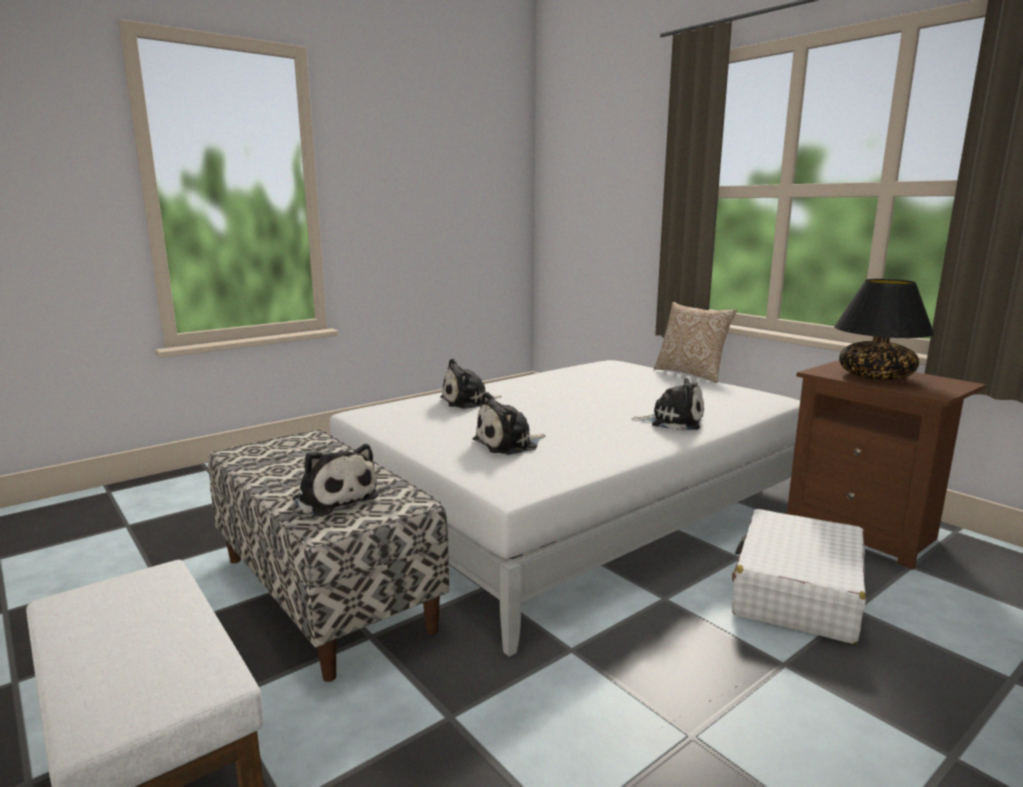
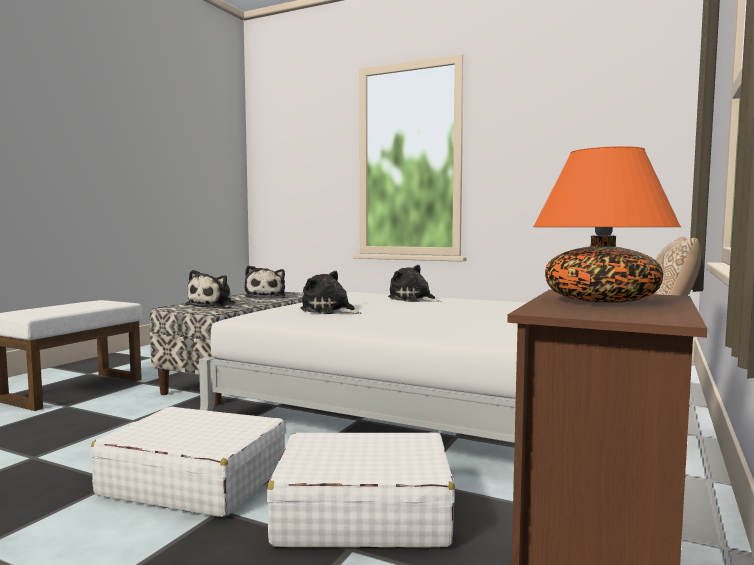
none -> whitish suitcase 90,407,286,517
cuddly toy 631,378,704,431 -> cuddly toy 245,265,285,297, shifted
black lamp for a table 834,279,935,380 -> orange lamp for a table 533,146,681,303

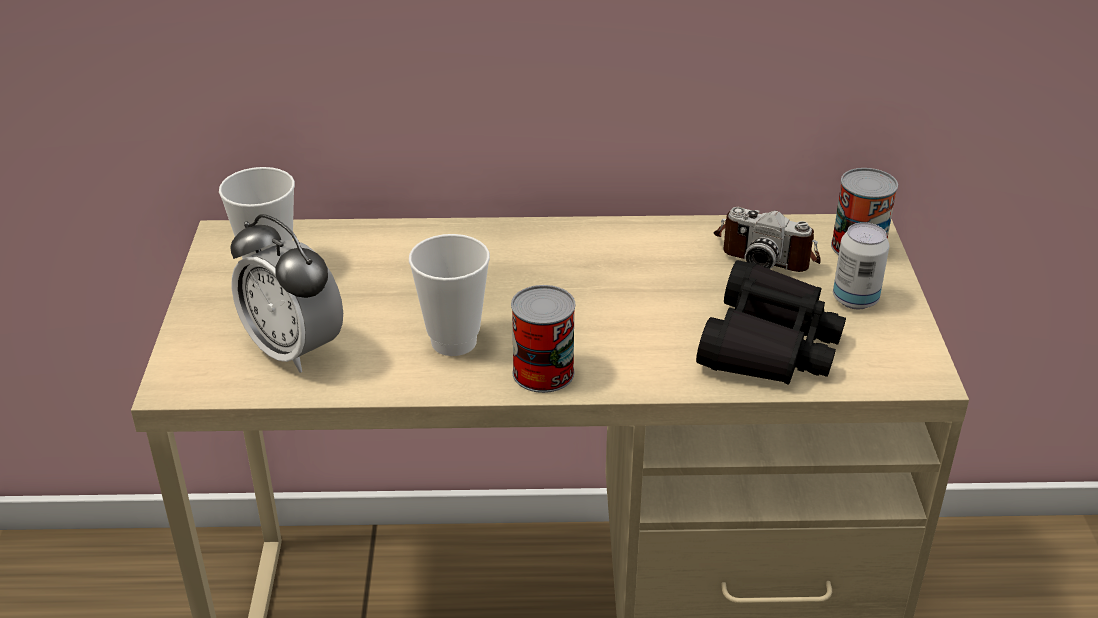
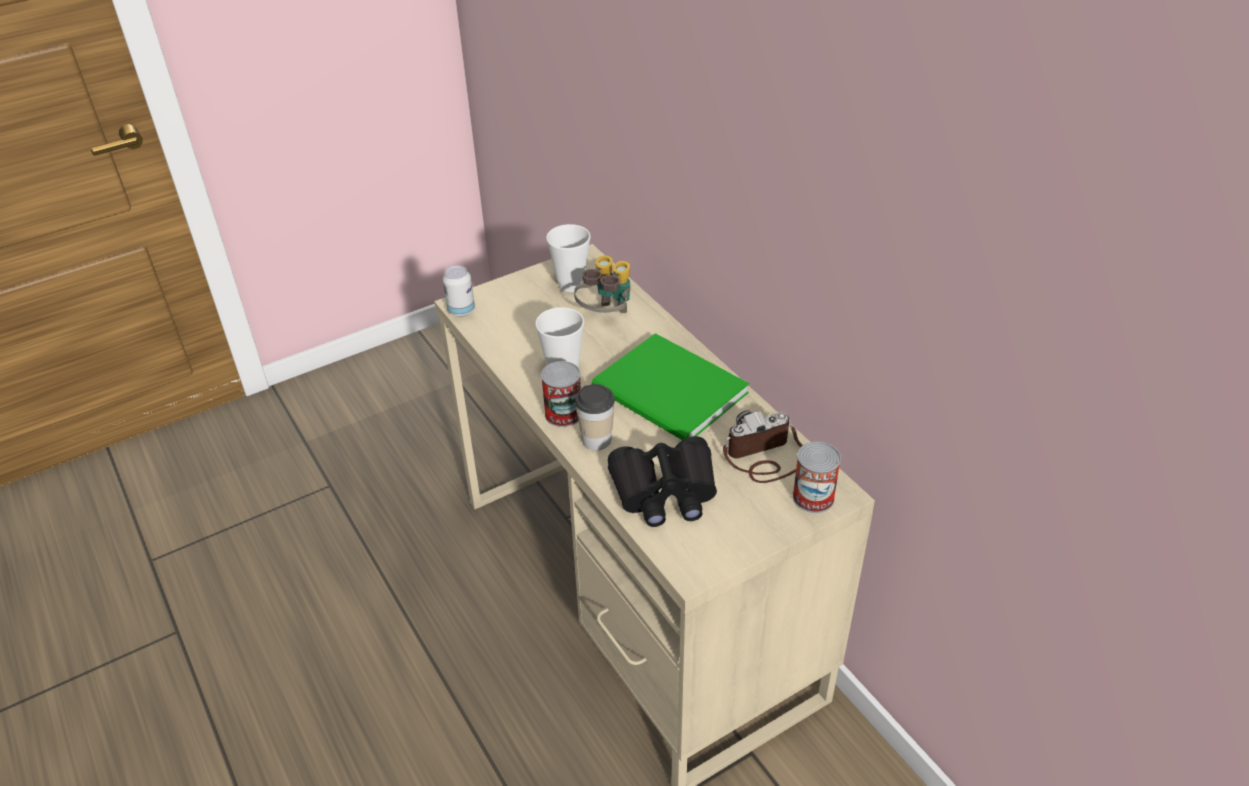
can 833,222,889,309 -> can 443,265,475,317, shifted
none -> pair of binoculars 574,255,631,313
none -> cup 575,384,615,450
none -> greenish bound book 592,333,749,440
photo camera 714,207,821,272 -> photo camera 723,410,803,483, 75 degrees clockwise
bedside clock 230,214,343,373 -> none

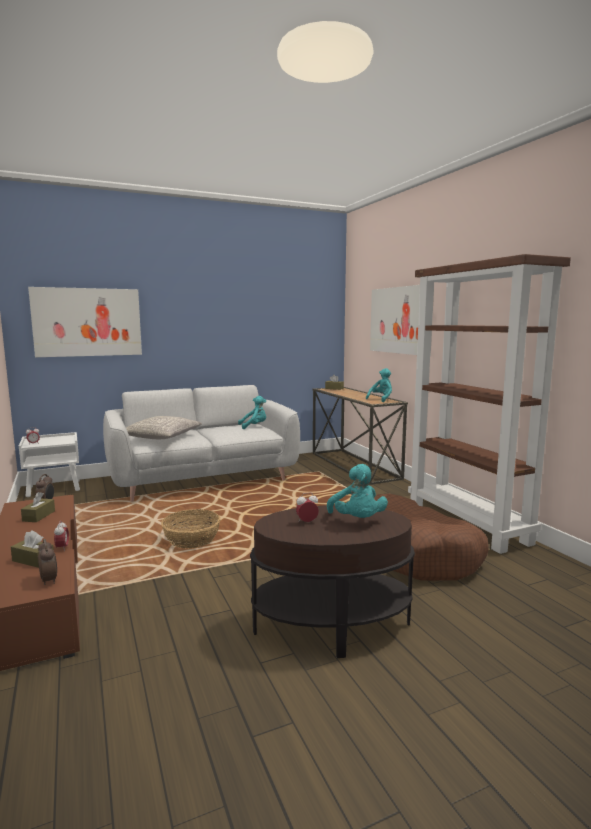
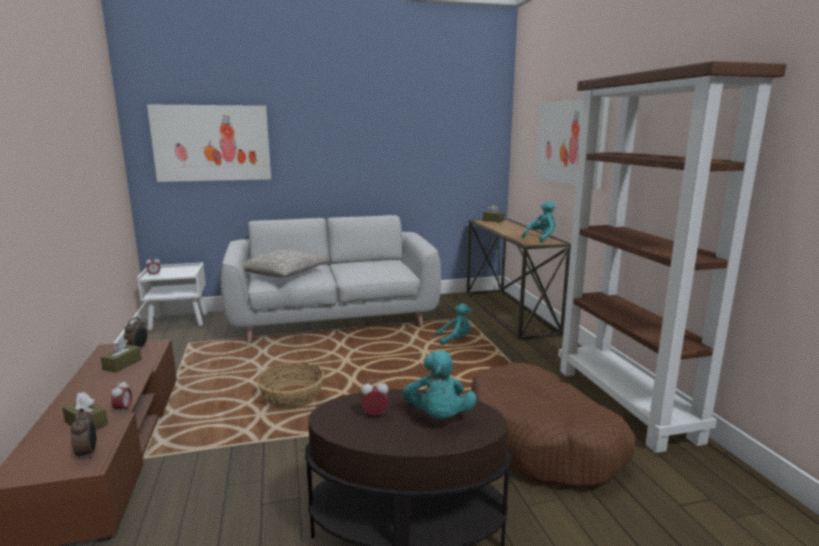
turquoise-coloured cuddly toy 238,396,266,429 -> turquoise-coloured cuddly toy 436,304,472,345, shifted

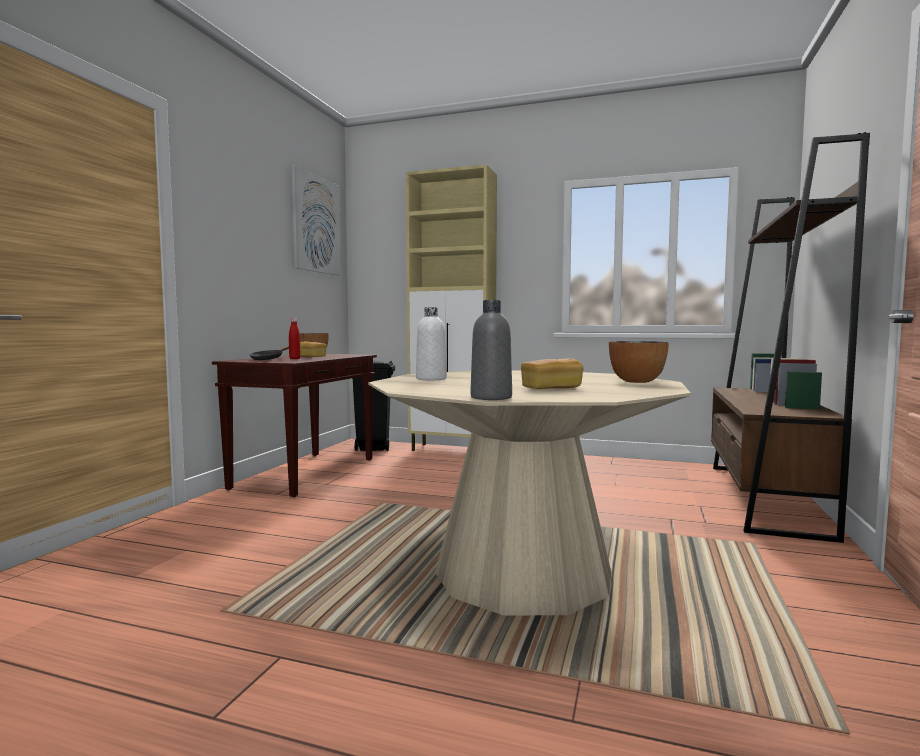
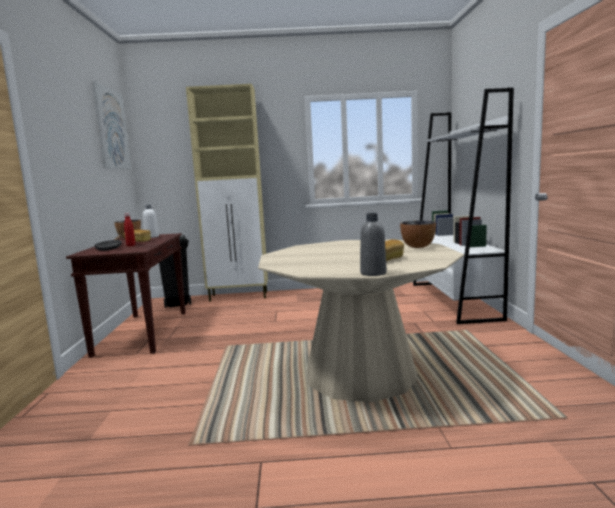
whitish drink bottle 416,307,447,380 -> whitish drink bottle 143,205,159,238, shifted
brownish shelving unit 711,132,870,543 -> whitish shelving unit 413,87,514,324

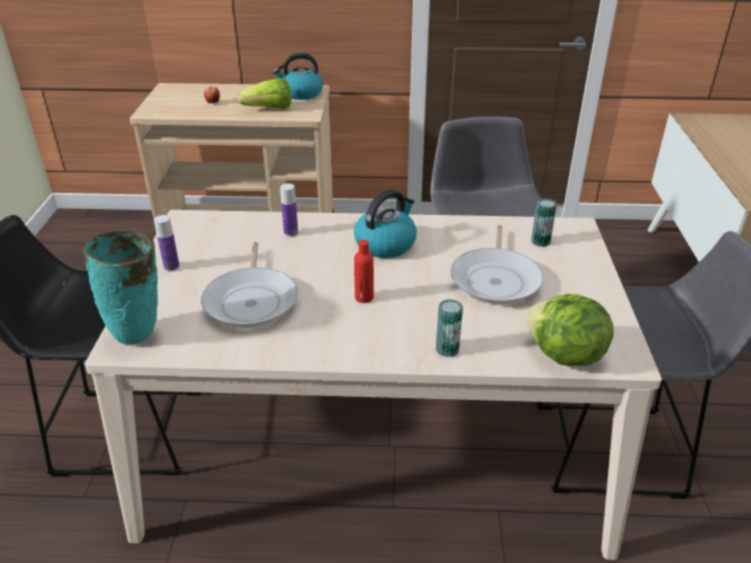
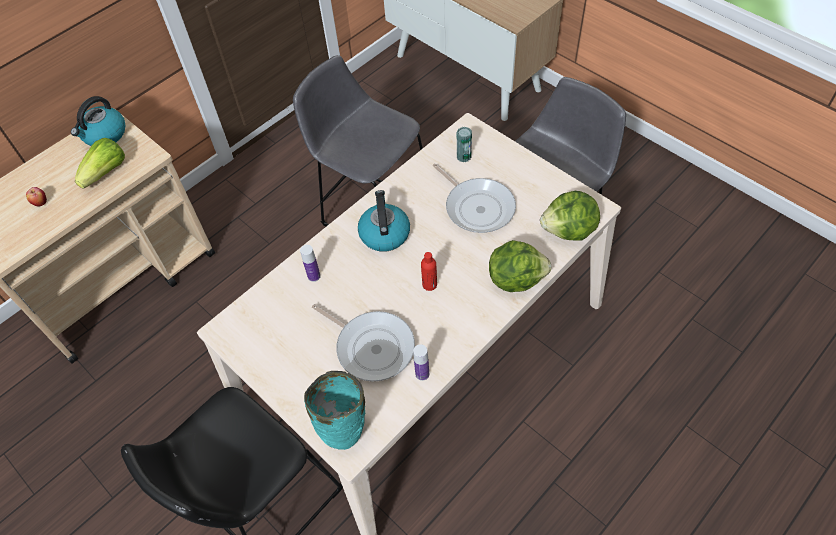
drink bottle 154,215,180,271 -> drink bottle 413,344,429,381, shifted
can 436,299,463,357 -> lettuce head 489,240,551,292

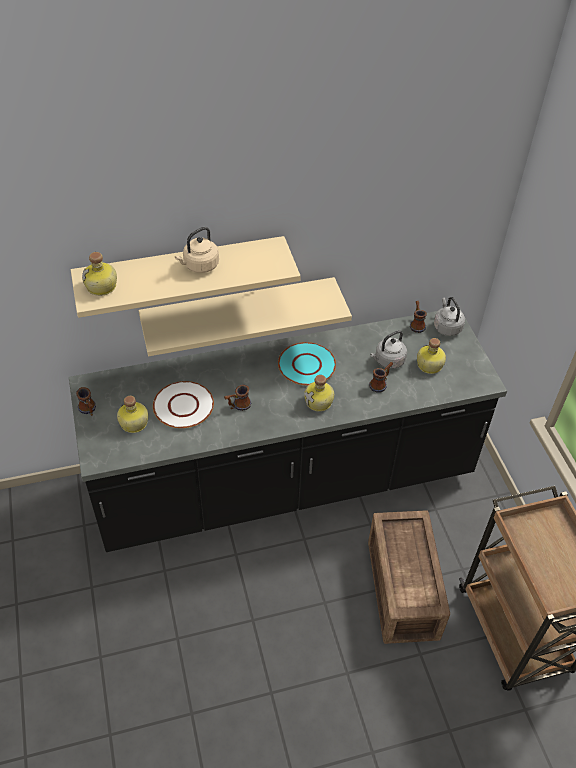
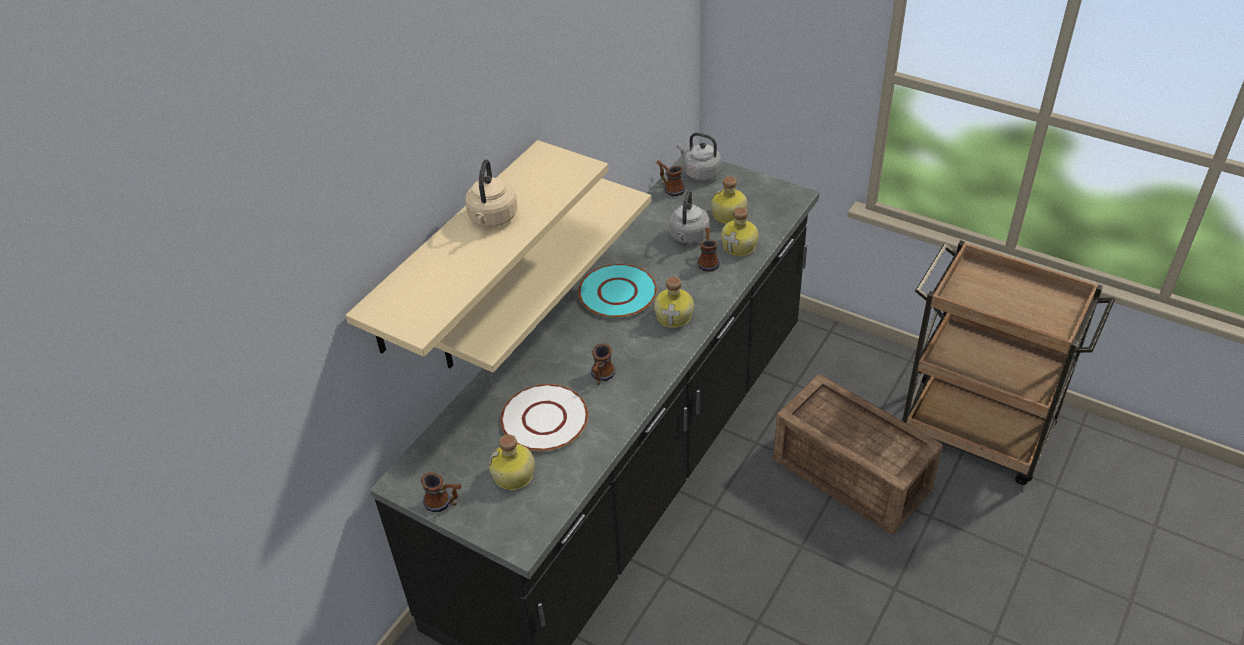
drink bottle 82,252,117,296 -> drink bottle 721,207,759,256, shifted

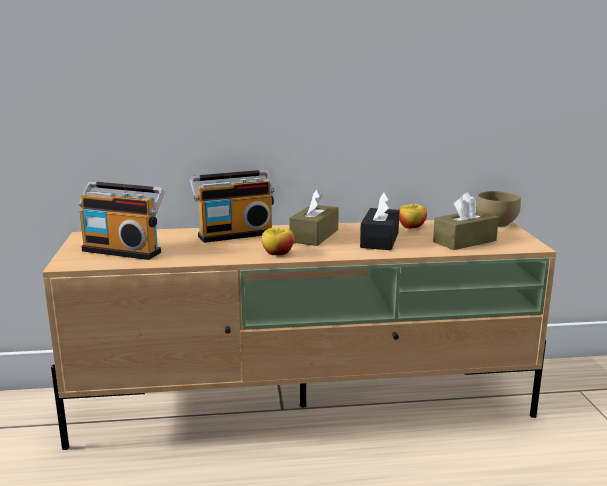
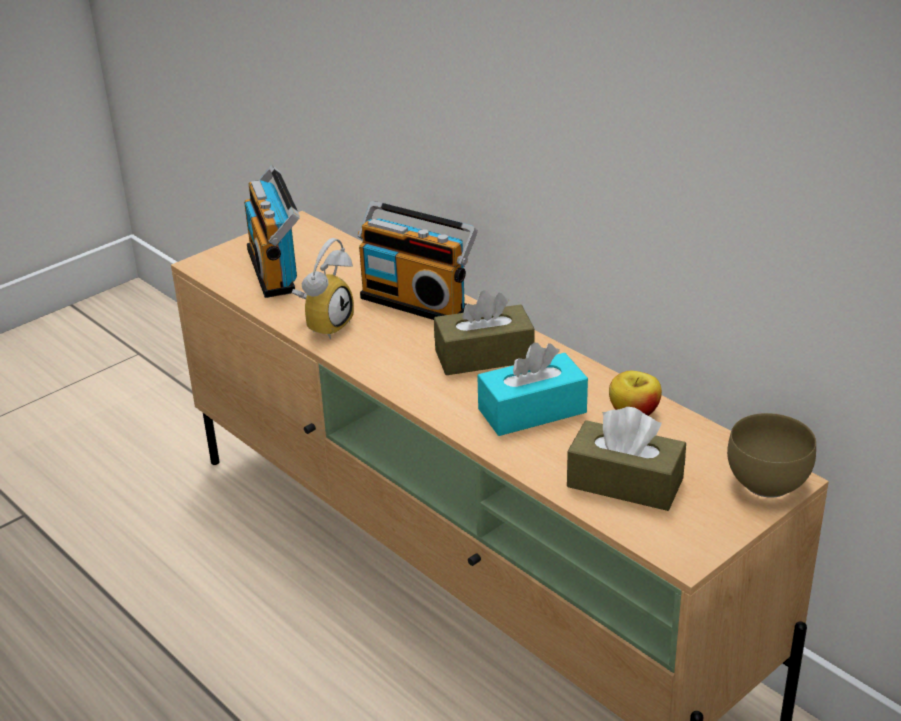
none -> bedside clock 292,238,354,339
black box of tissues 360,192,399,250 -> turquoise-coloured box of tissues 477,342,588,436
whole apple 261,228,294,255 -> none

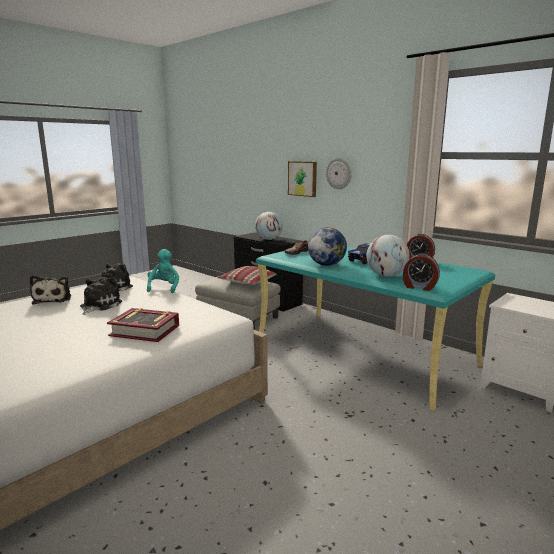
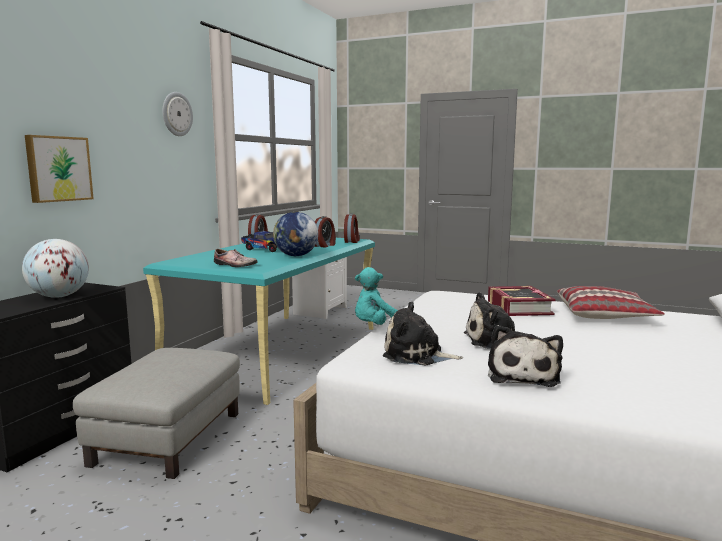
wall clock 326,158,352,189 -> wall clock 163,92,193,136, shifted
globe 366,235,410,277 -> bedside clock 315,216,336,247
cuddly toy 30,275,71,305 -> cuddly toy 488,325,563,387, 135 degrees clockwise
pillow 217,266,276,285 -> pillow 557,286,665,319, shifted

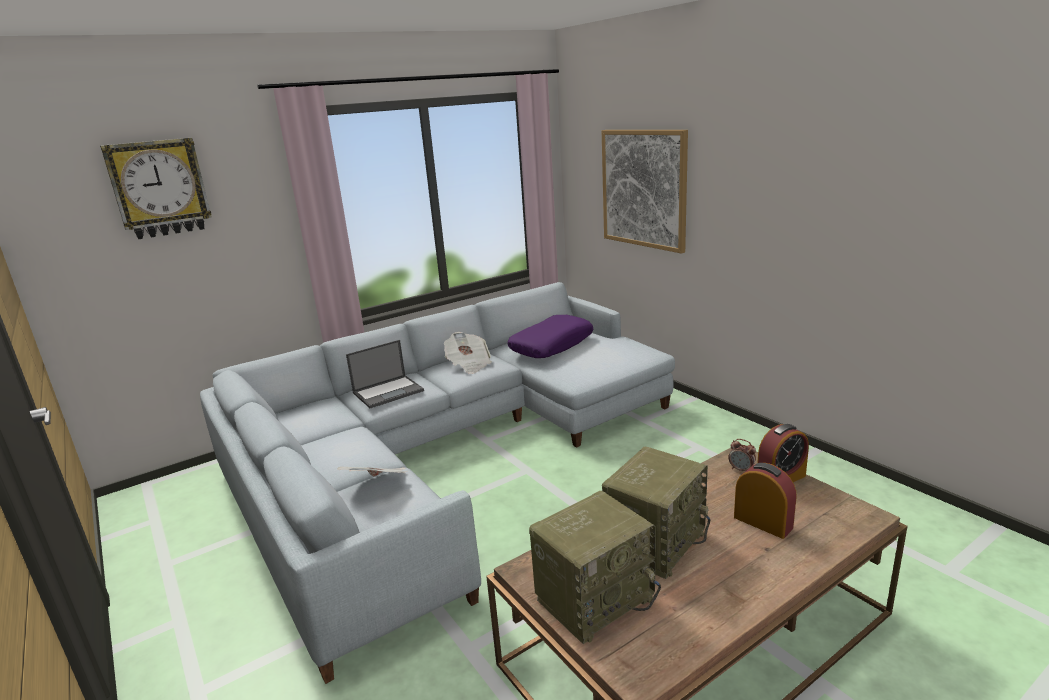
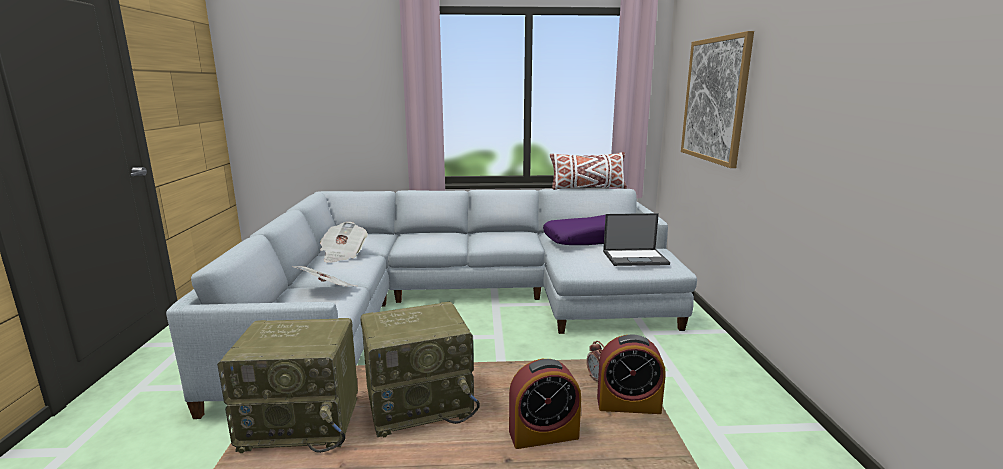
newspaper 444,332,492,374 -> newspaper 320,222,368,263, shifted
bedside clock 734,463,796,539 -> bedside clock 509,359,581,449, 90 degrees clockwise
none -> whitish pillow 550,152,627,190
portable computer 346,340,424,408 -> portable computer 603,213,670,266, shifted
wall clock 100,138,212,239 -> none

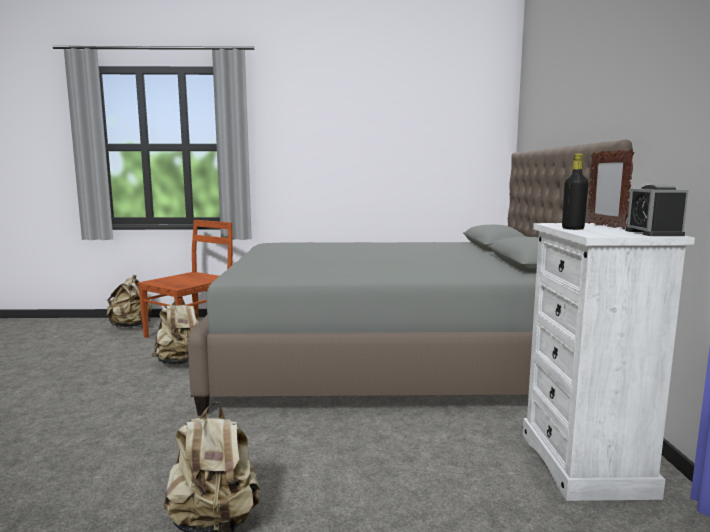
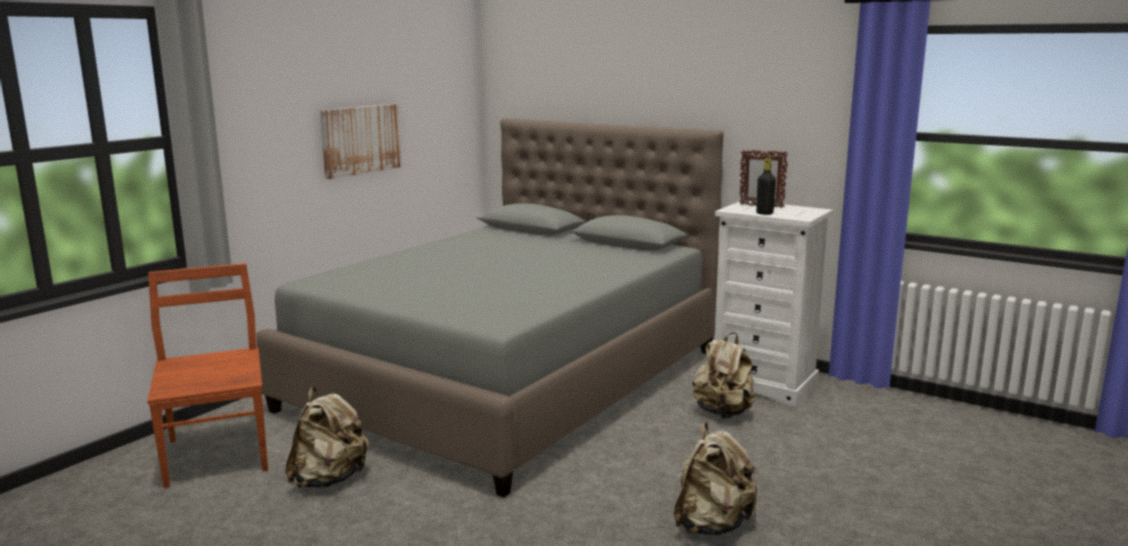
none -> picture 320,104,402,179
beige-coloured rucksack 106,275,152,328 -> beige-coloured rucksack 693,333,755,418, shifted
bedside clock 625,184,689,236 -> none

